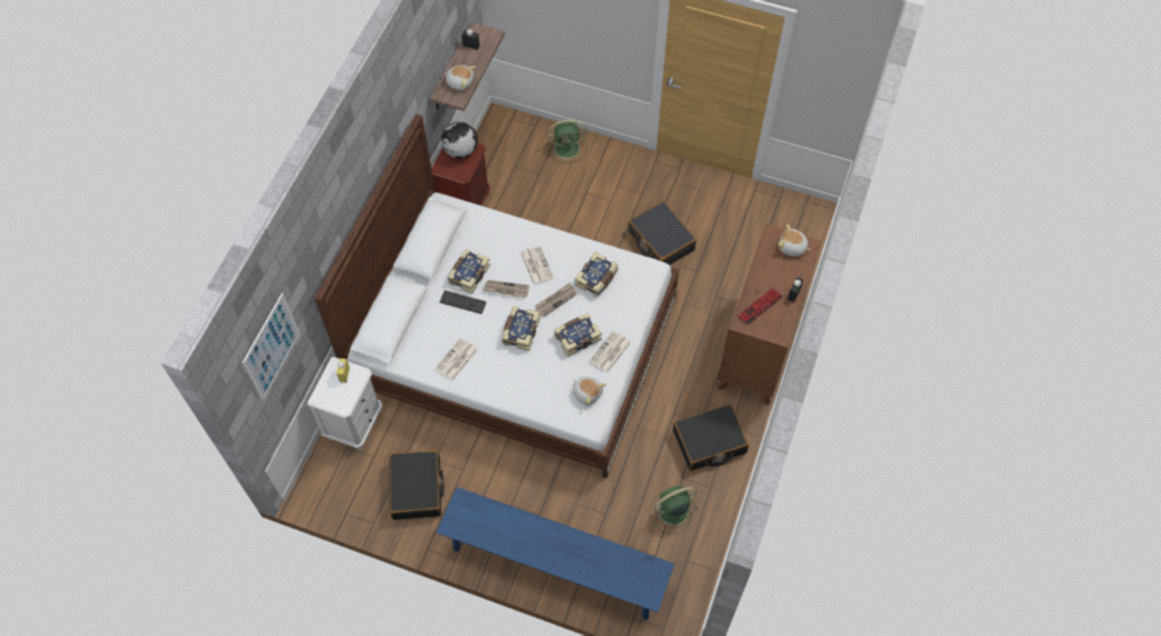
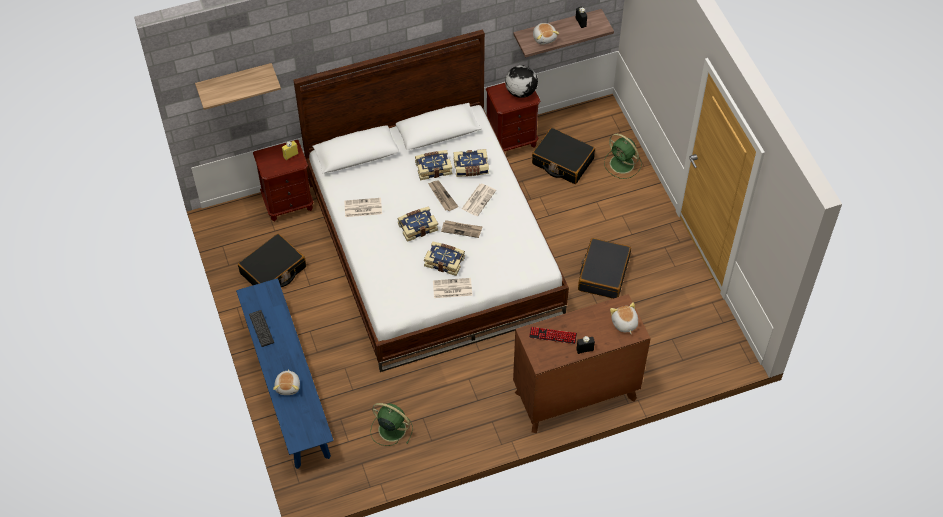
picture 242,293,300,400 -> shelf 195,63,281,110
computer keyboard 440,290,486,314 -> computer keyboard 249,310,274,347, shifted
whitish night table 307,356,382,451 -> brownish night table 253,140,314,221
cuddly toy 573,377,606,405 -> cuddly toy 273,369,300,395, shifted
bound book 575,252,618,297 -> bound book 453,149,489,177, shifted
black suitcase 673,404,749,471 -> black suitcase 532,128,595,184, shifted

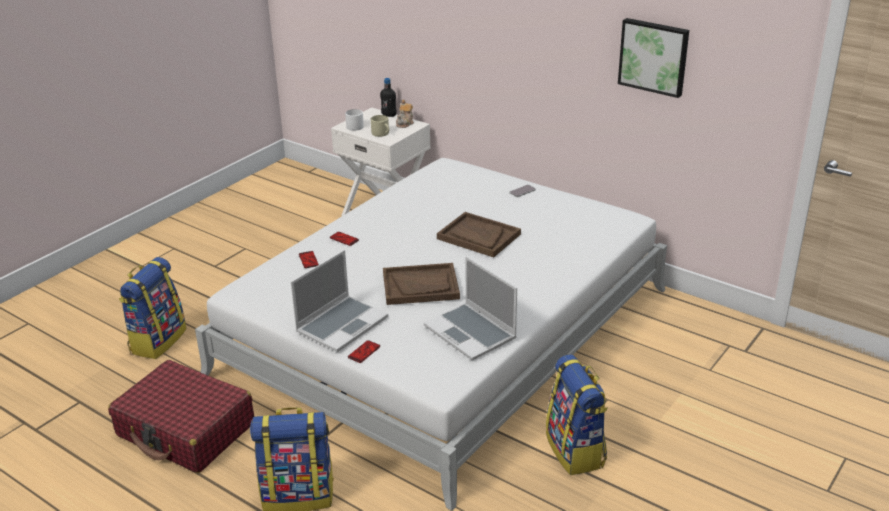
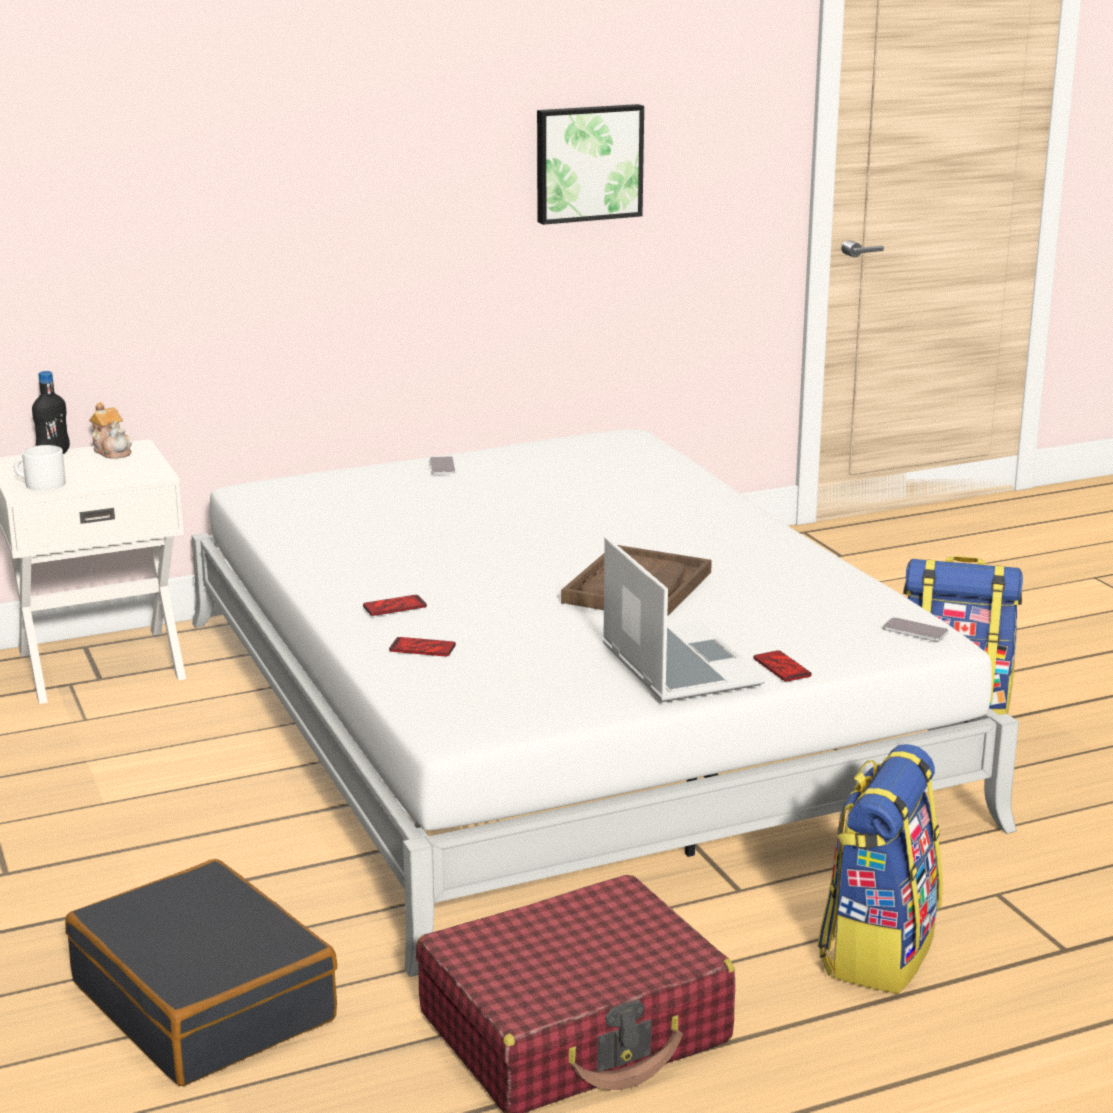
rucksack 119,257,187,359 -> black suitcase 65,859,337,1086
none -> handset 883,617,948,641
beige-coloured tea mug 371,115,390,137 -> none
portable computer 424,257,517,360 -> none
brownish serving tray 437,212,521,257 -> none

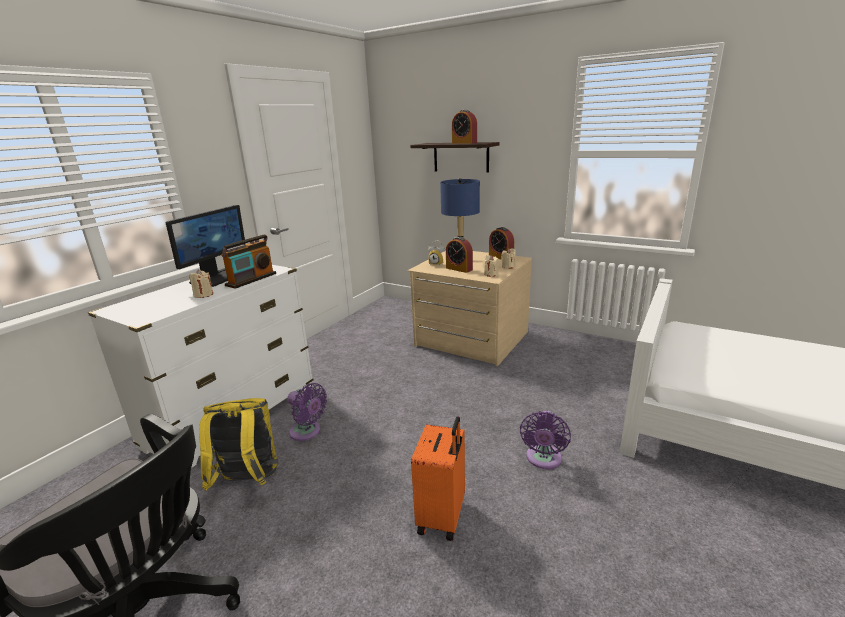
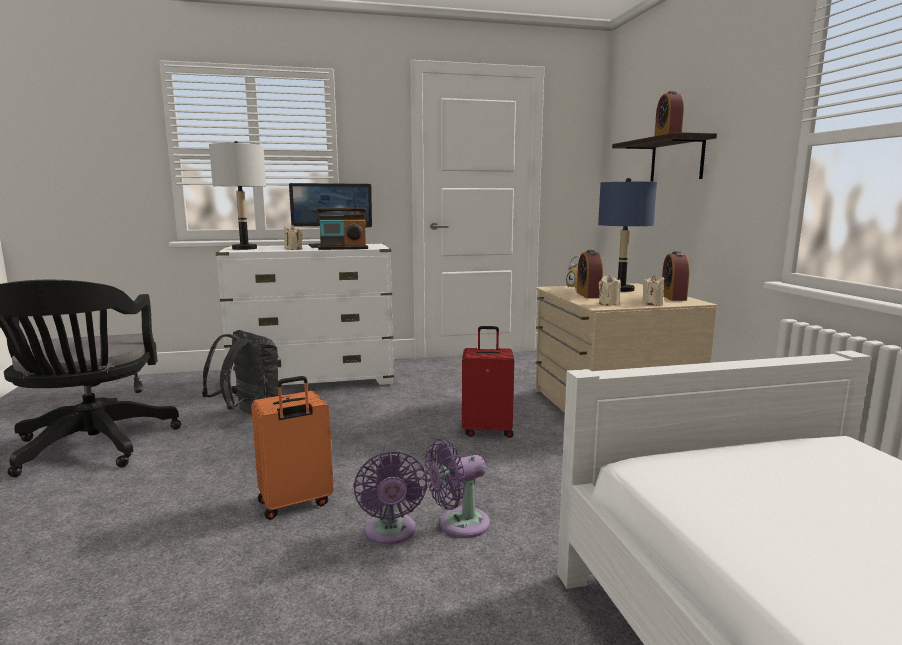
yellow-coloured rucksack 199,398,278,490 -> black rucksack 202,330,279,415
none -> grey lamp for a table 209,141,266,250
purple fan 287,383,327,441 -> purple fan 353,451,427,545, shifted
none -> red suitcase 462,326,514,438

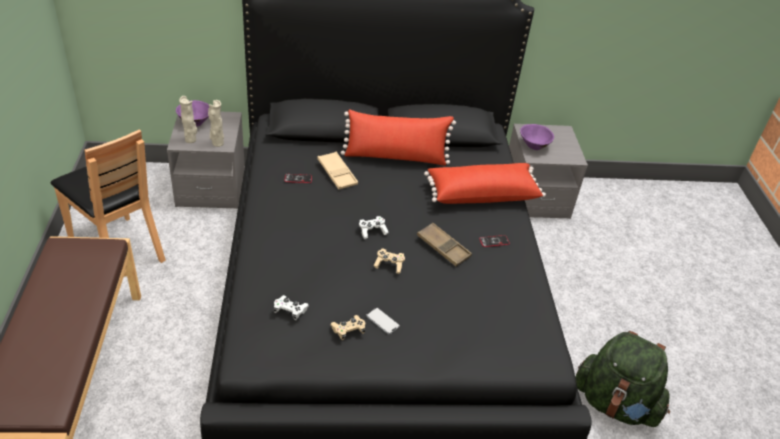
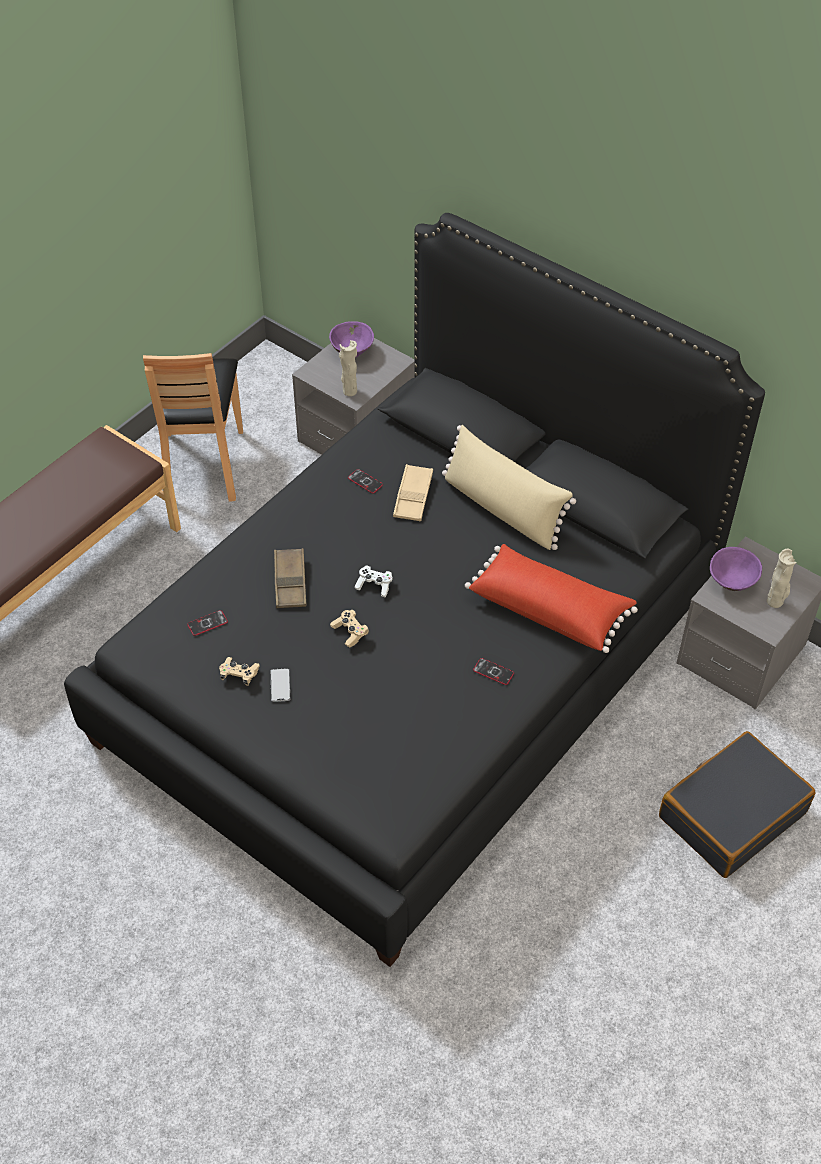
whitish joypad 274,295,309,320 -> handset 187,610,228,636
brownish serving tray 417,223,472,267 -> brownish serving tray 274,548,306,608, shifted
red pillow 341,110,456,166 -> beige-coloured pillow 442,425,576,550
none -> black suitcase 659,731,816,878
beige-coloured flower vase 179,96,197,143 -> beige-coloured flower vase 767,548,797,608, shifted
greenish rucksack 576,331,670,427 -> none

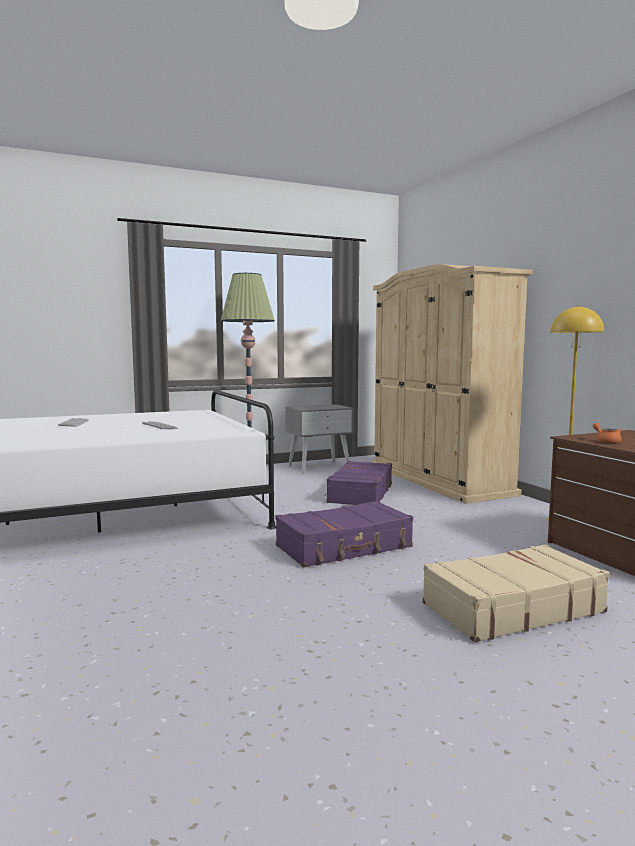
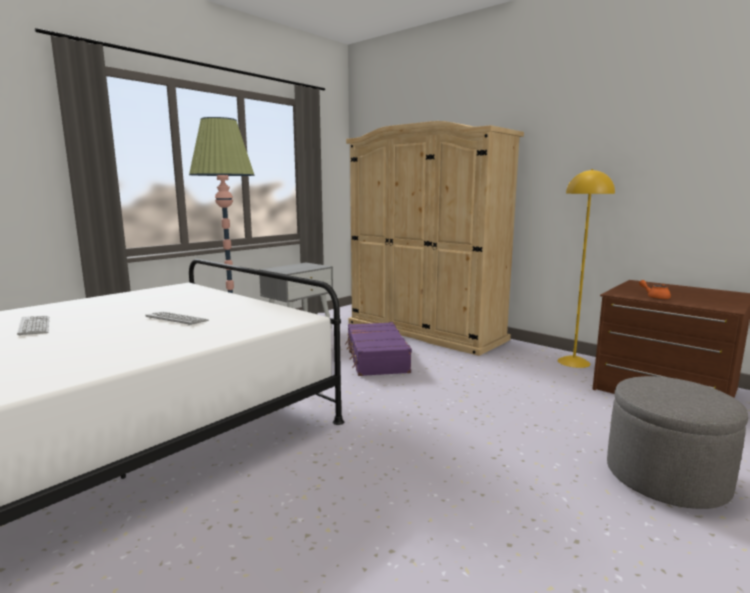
beige-coloured suitcase 423,544,610,642 -> grey ottoman 607,376,748,509
purple suitcase 276,501,413,568 -> none

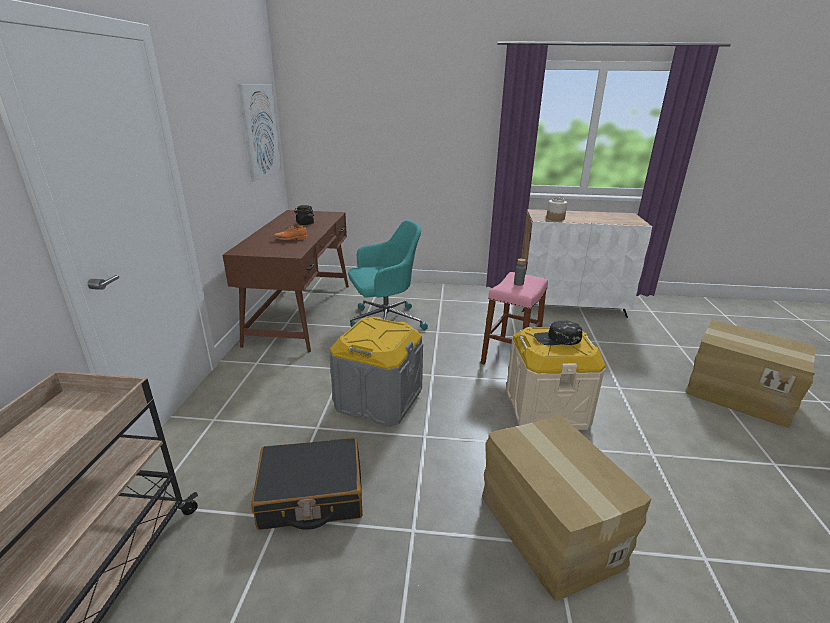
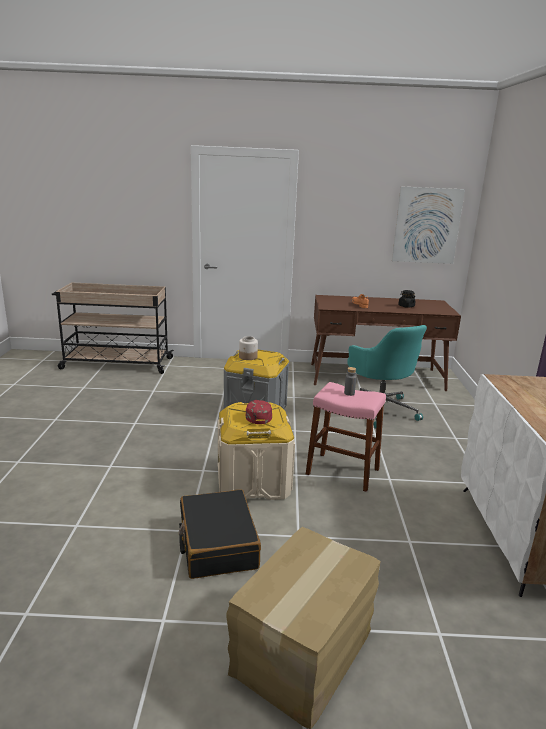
black suitcase 251,438,363,530 -> black suitcase 179,490,261,579, shifted
jar 546,198,567,221 -> jar 239,336,258,360, shifted
black cap 534,321,582,345 -> red cap 246,400,272,424
carton 482,413,652,601 -> none

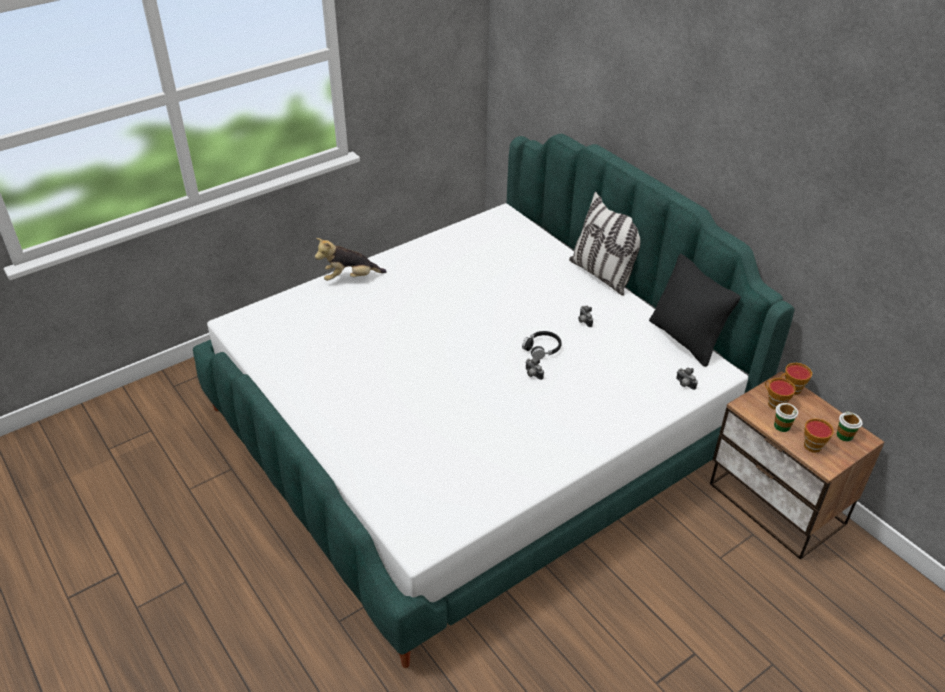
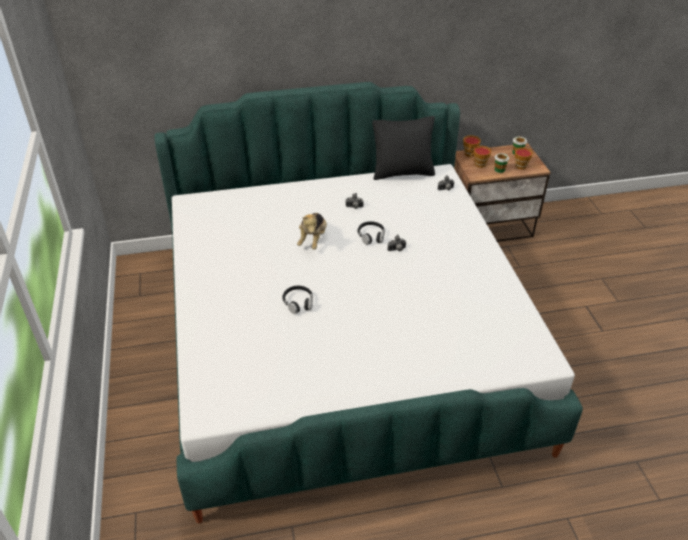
none -> black pair of headphones 282,286,313,314
cuddly toy 315,238,387,281 -> cuddly toy 297,212,327,250, shifted
pillow 569,192,641,296 -> none

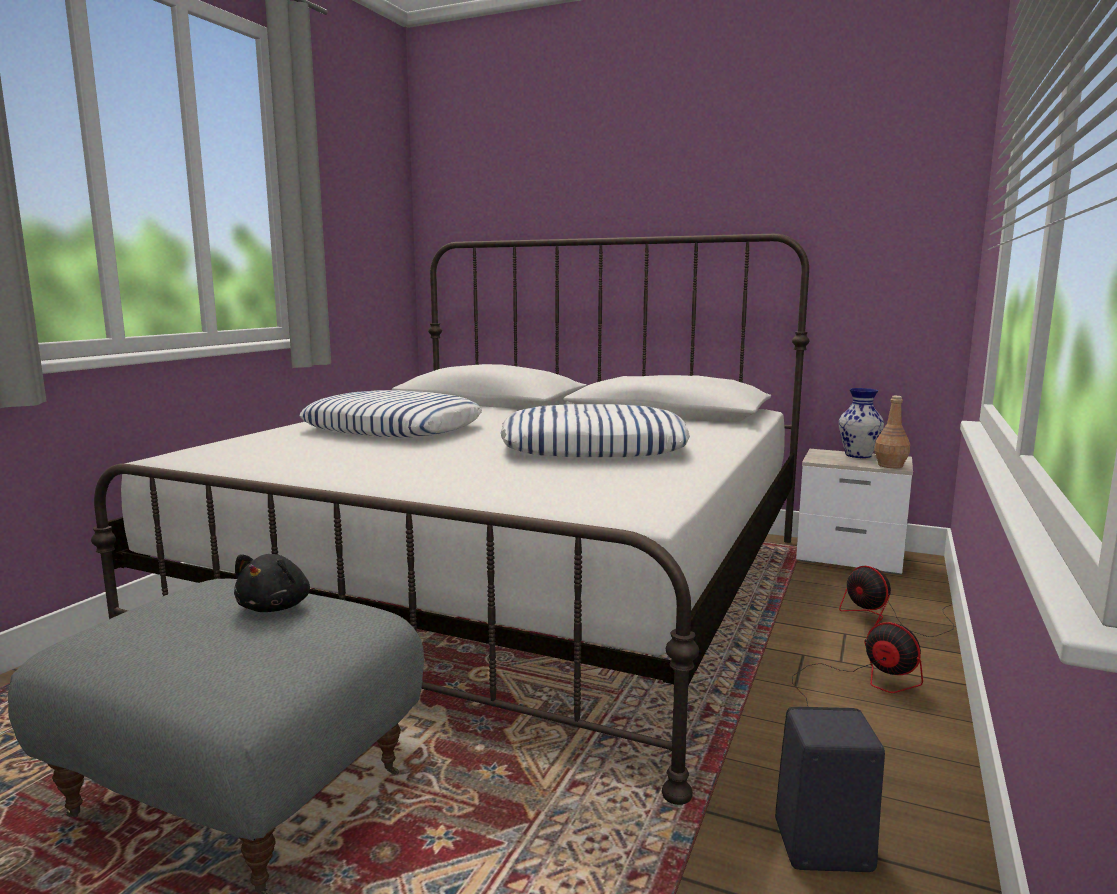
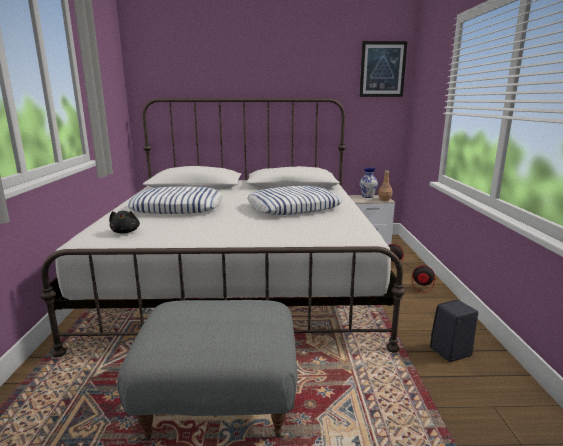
black cuddly toy 234,554,310,612 -> black cuddly toy 109,211,140,234, shifted
none -> picture 359,41,408,97

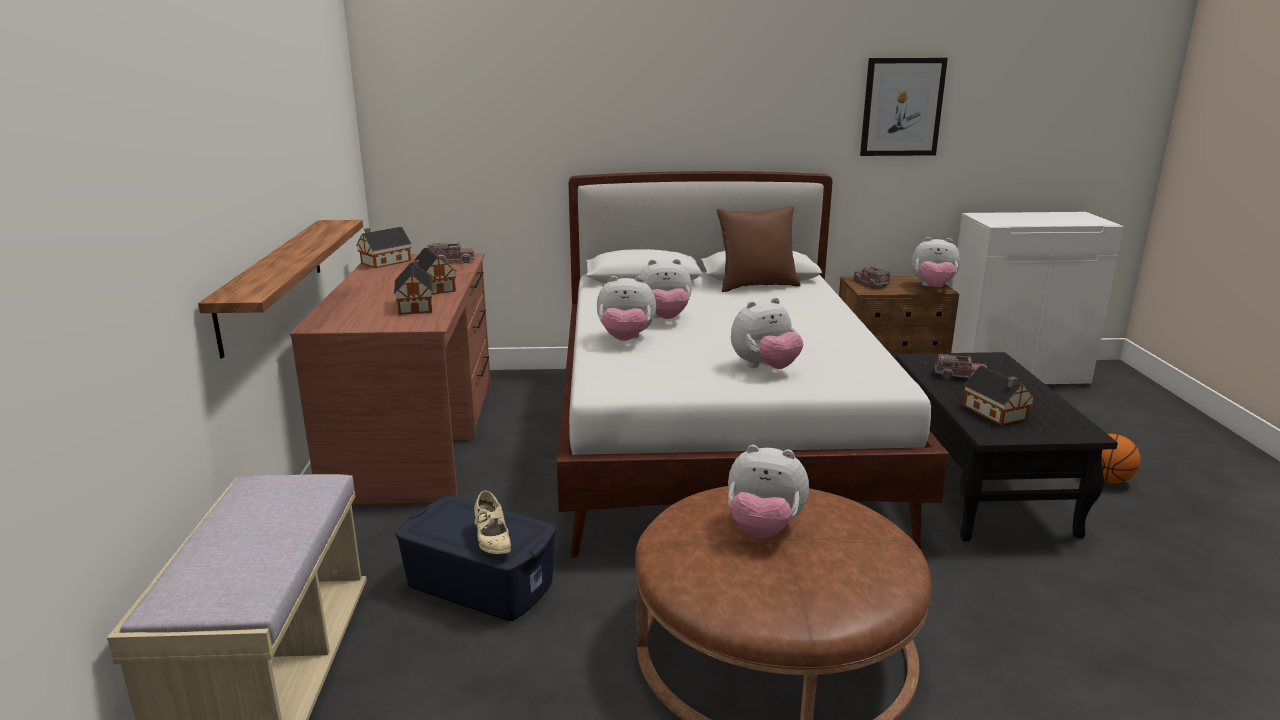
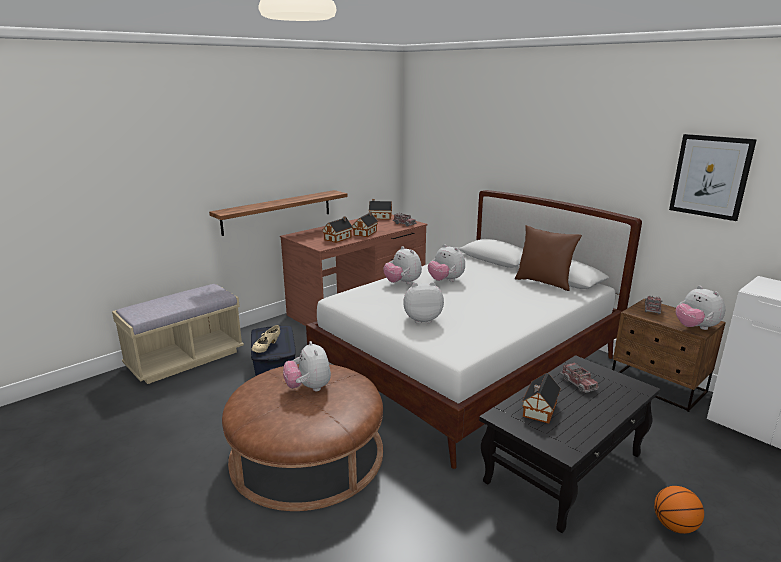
cuddly toy 731,297,803,369 -> cuddly toy 403,282,444,324, 150 degrees clockwise

